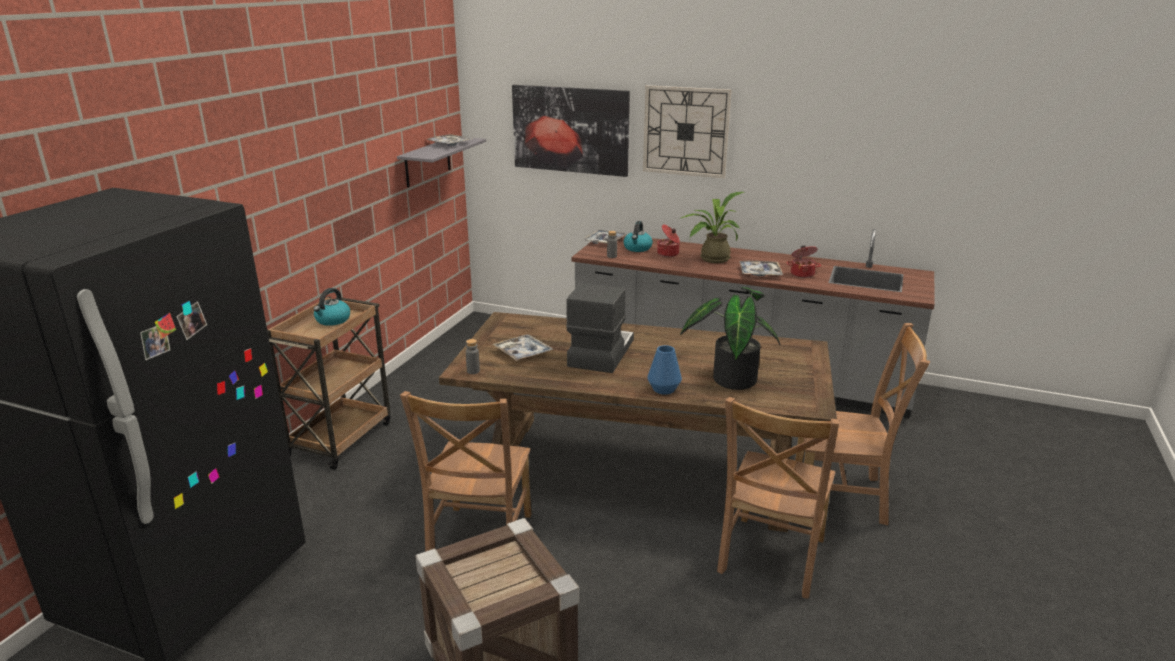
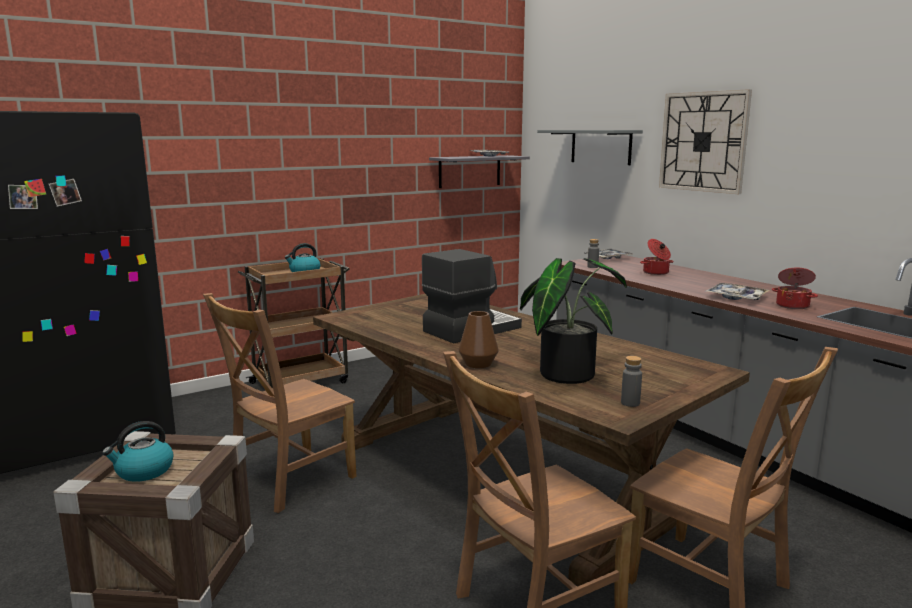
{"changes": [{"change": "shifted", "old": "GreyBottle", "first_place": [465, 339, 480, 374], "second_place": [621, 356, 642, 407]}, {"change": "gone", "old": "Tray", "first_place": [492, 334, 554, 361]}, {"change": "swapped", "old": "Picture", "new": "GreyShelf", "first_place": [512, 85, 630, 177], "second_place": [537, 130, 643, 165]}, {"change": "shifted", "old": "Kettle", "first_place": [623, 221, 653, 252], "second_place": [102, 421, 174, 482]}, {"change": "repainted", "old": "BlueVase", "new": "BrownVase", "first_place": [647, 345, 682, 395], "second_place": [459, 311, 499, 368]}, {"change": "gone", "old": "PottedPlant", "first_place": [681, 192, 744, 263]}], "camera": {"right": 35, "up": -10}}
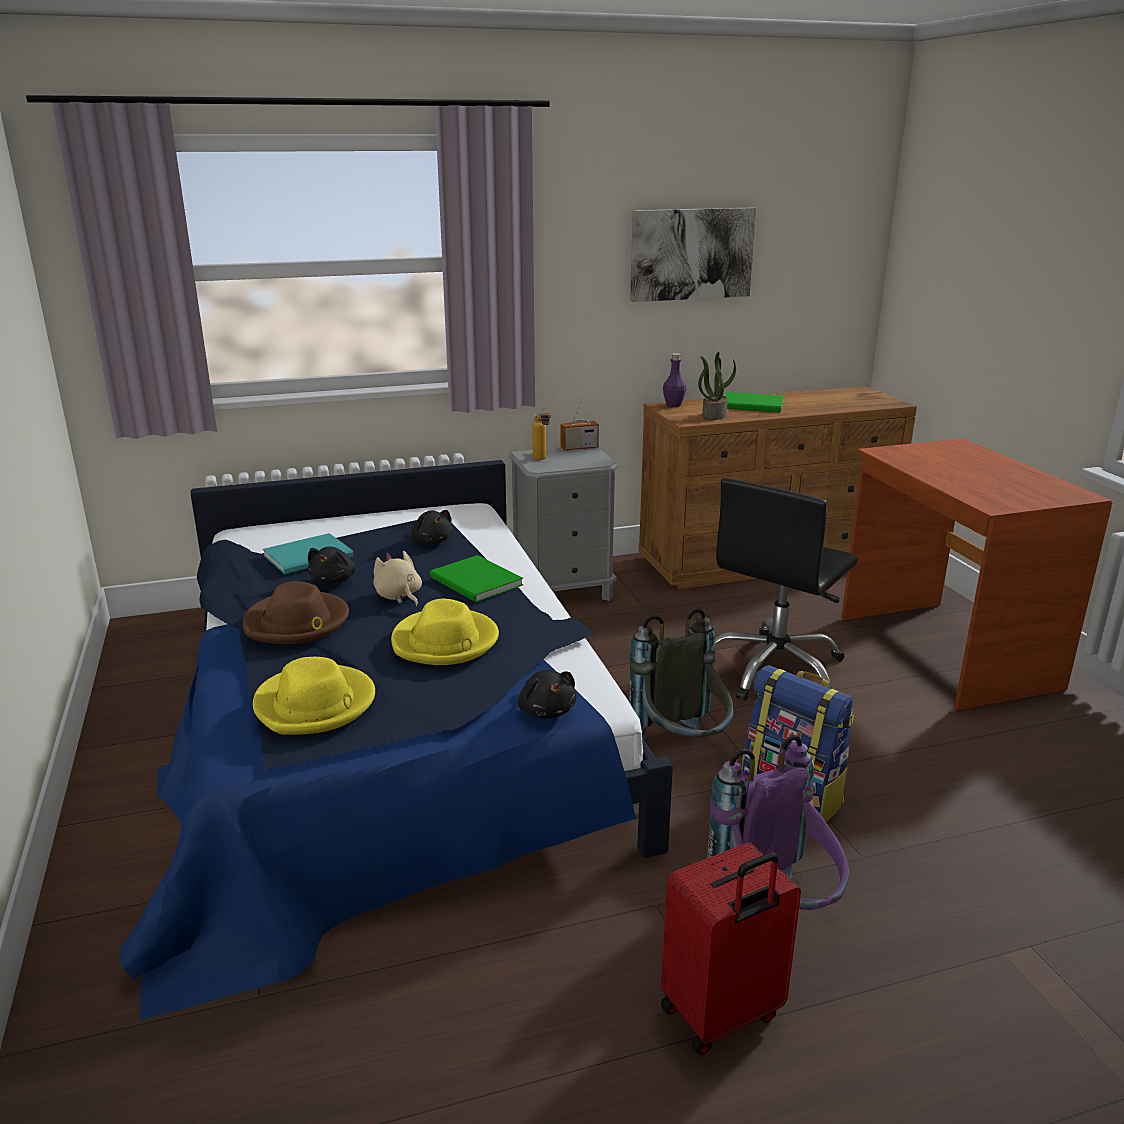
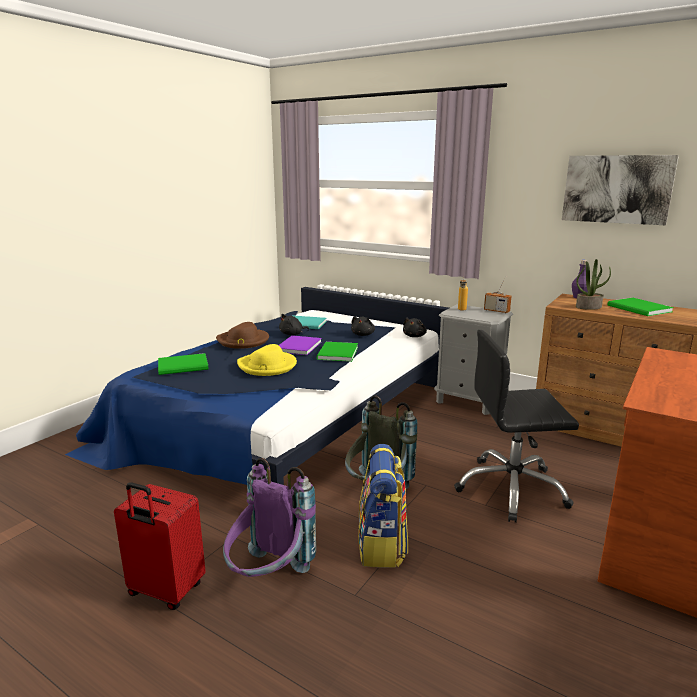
{"changes": [{"change": "swapped", "old": "YellowHat", "new": "GreenBook", "first_place": [253, 657, 375, 735], "second_place": [158, 353, 209, 375]}, {"change": "swapped", "old": "BeigePlushToy", "new": "PurpleBook", "first_place": [373, 551, 422, 607], "second_place": [279, 335, 322, 355]}, {"change": "shifted", "old": "BlackPlushToy", "first_place": [517, 670, 577, 718], "second_place": [403, 318, 427, 337]}], "camera": {"right": 50, "up": -5}}
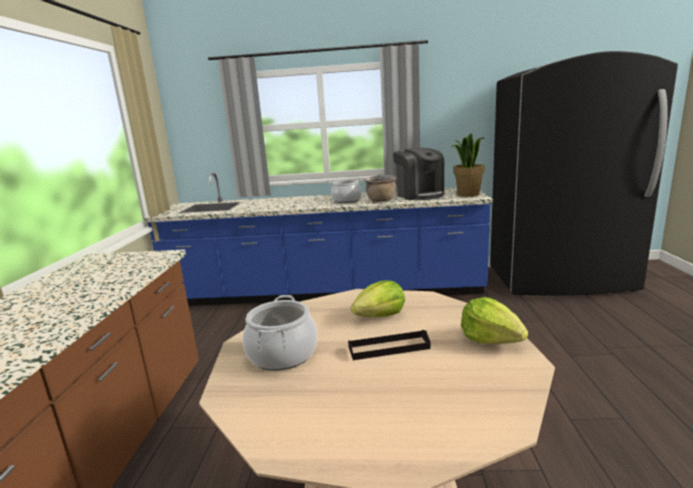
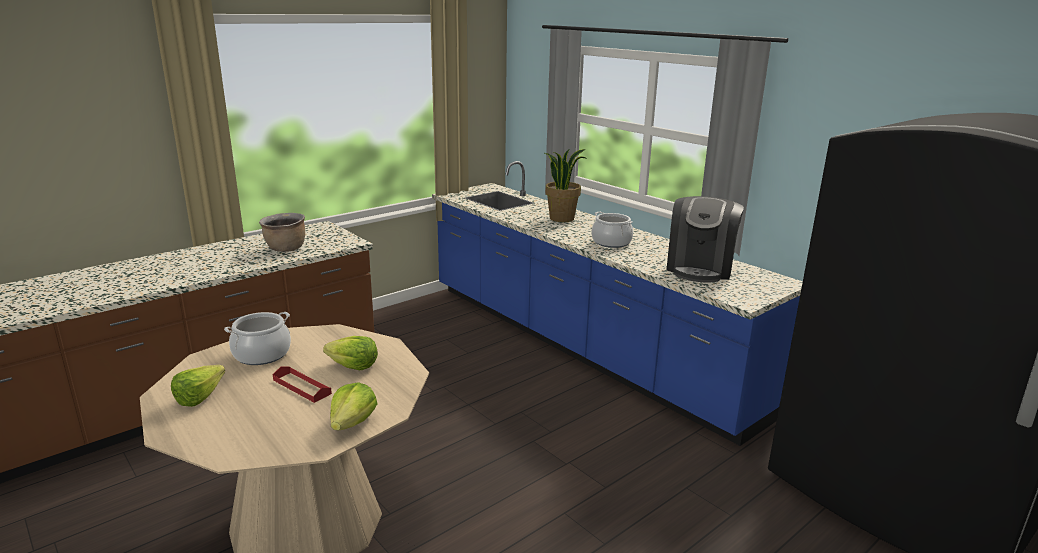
{"changes": [{"change": "repainted", "old": "BlackTray", "new": "RedTray", "first_place": [348, 330, 430, 360], "second_place": [273, 366, 332, 403]}, {"change": "shifted", "old": "BrownCookingPot", "first_place": [365, 175, 397, 202], "second_place": [259, 213, 305, 252]}, {"change": "shifted", "old": "PottedPlant", "first_place": [452, 134, 485, 197], "second_place": [545, 149, 588, 222]}, {"change": "new", "new": "Lettuce", "second_place": [171, 365, 225, 407]}], "camera": {"right": 45, "up": 5}}
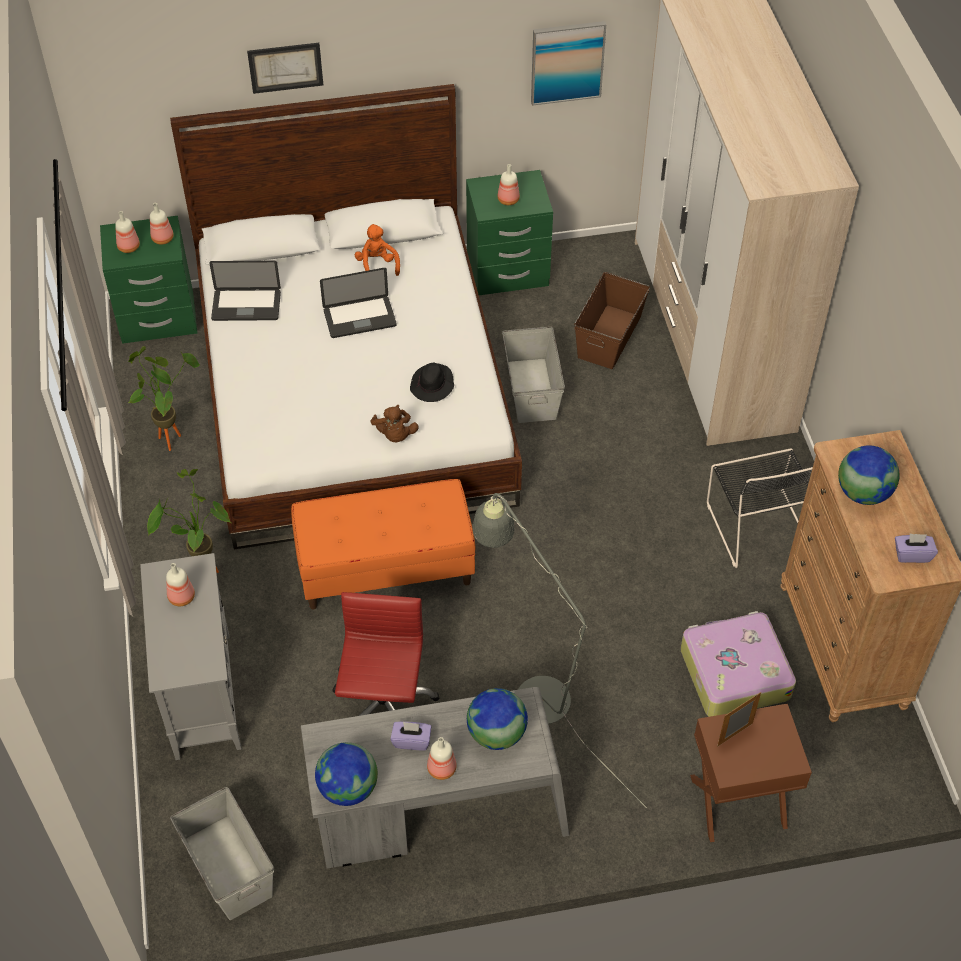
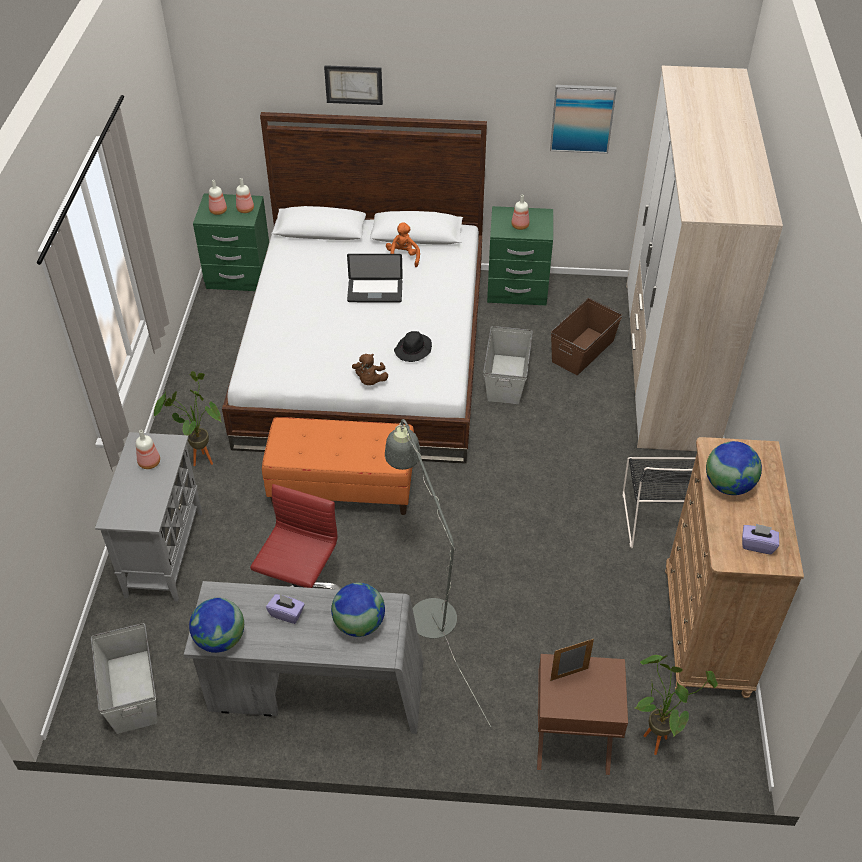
{"changes": [{"change": "shifted", "old": "PottedPlant", "first_place": [128, 346, 200, 451], "second_place": [635, 655, 718, 755]}, {"change": "gone", "old": "Laptop", "first_place": [209, 261, 281, 321]}, {"change": "gone", "old": "Bottle", "first_place": [427, 737, 457, 780]}, {"change": "gone", "old": "Suitcase", "first_place": [680, 611, 796, 717]}], "camera": {"right": 15, "up": -5}}
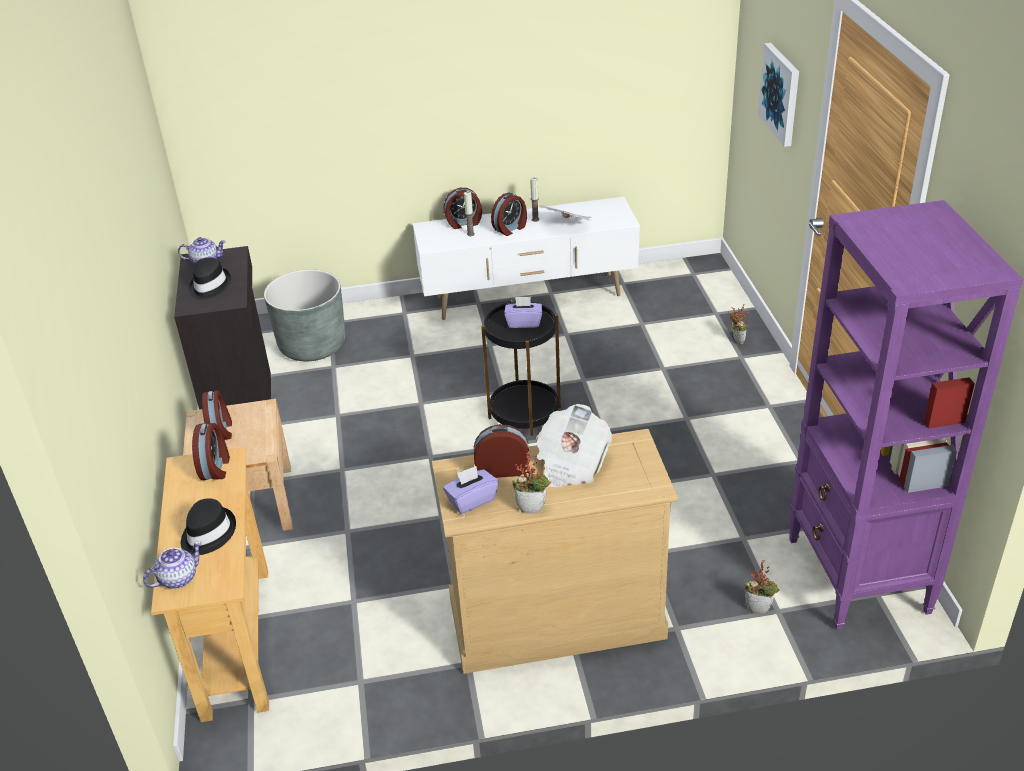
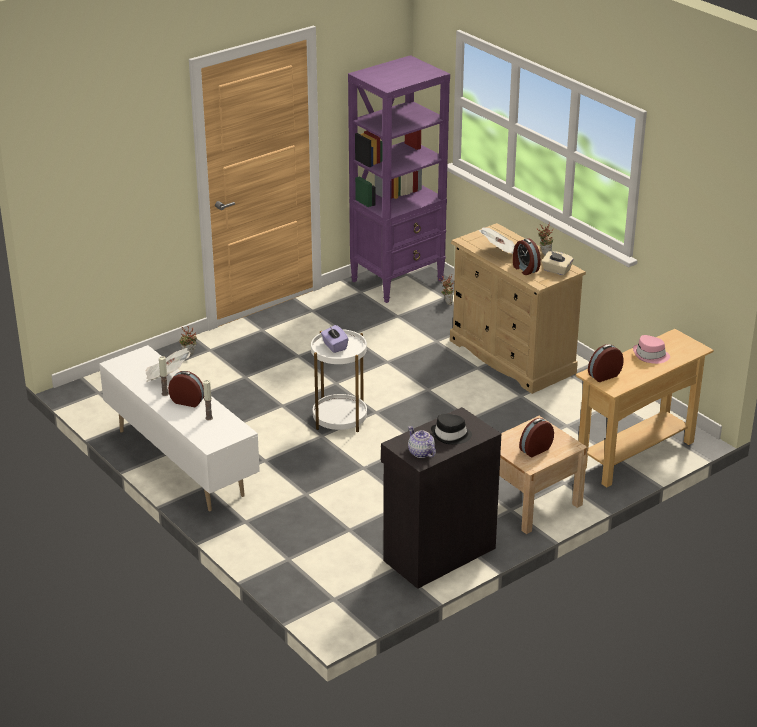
{"changes": [{"change": "gone", "old": "Teapot", "first_place": [143, 541, 202, 589]}, {"change": "repainted", "old": "BlackHat", "new": "PinkHat", "first_place": [181, 498, 236, 555], "second_place": [633, 335, 670, 364]}, {"change": "gone", "old": "GreyPlanter", "first_place": [264, 269, 345, 361]}, {"change": "gone", "old": "AlarmClock", "first_place": [443, 188, 482, 229]}, {"change": "repainted", "old": "PurpleTissueBox", "new": "BeigeTissueBox", "first_place": [443, 466, 498, 514], "second_place": [542, 251, 574, 276]}, {"change": "repainted", "old": "BlackSideTable", "new": "WhiteSideTable", "first_place": [481, 299, 561, 436], "second_place": [311, 329, 367, 433]}, {"change": "gone", "old": "Picture", "first_place": [758, 43, 799, 147]}], "camera": {"right": -120, "up": -5}}
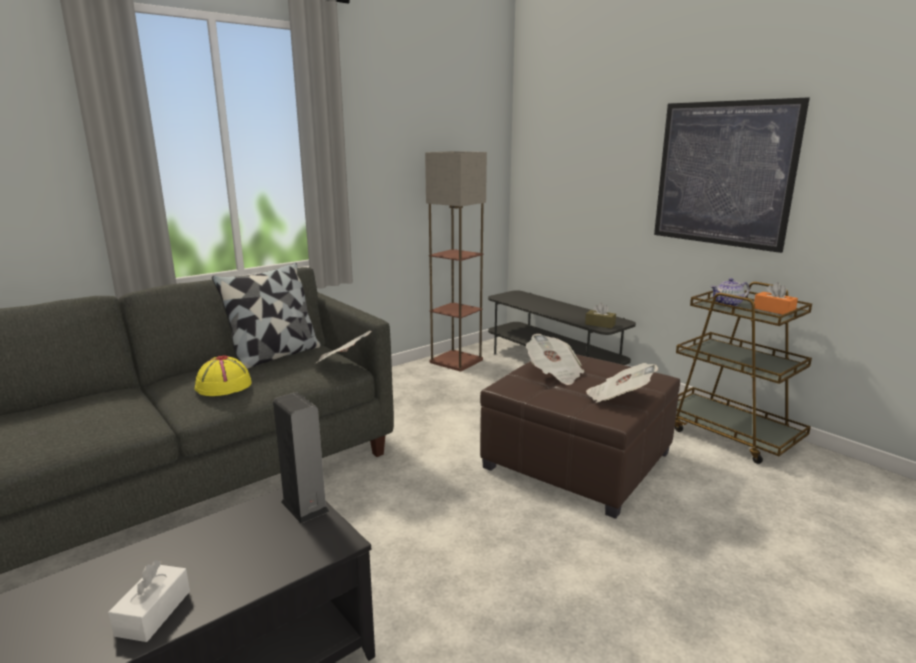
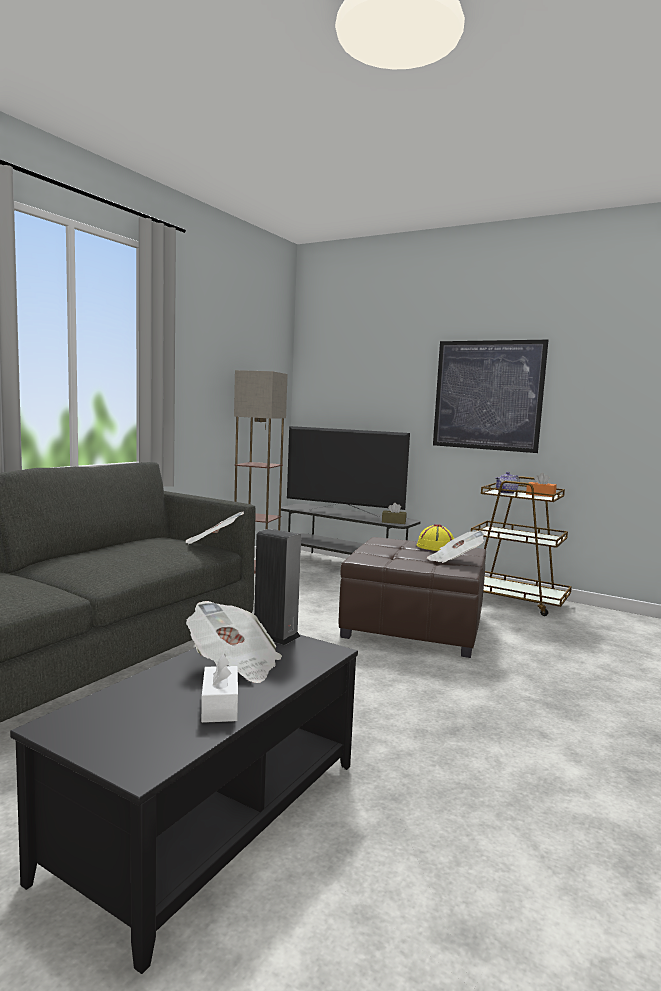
{"changes": [{"change": "shifted", "old": "YellowHat", "first_place": [195, 355, 252, 396], "second_place": [416, 524, 454, 551]}, {"change": "gone", "old": "Pillow", "first_place": [212, 263, 321, 369]}, {"change": "shifted", "old": "Newspaper", "first_place": [526, 334, 585, 385], "second_place": [186, 601, 282, 683]}, {"change": "new", "new": "Television", "second_place": [287, 426, 410, 517]}], "camera": {"right": -20, "up": -10}}
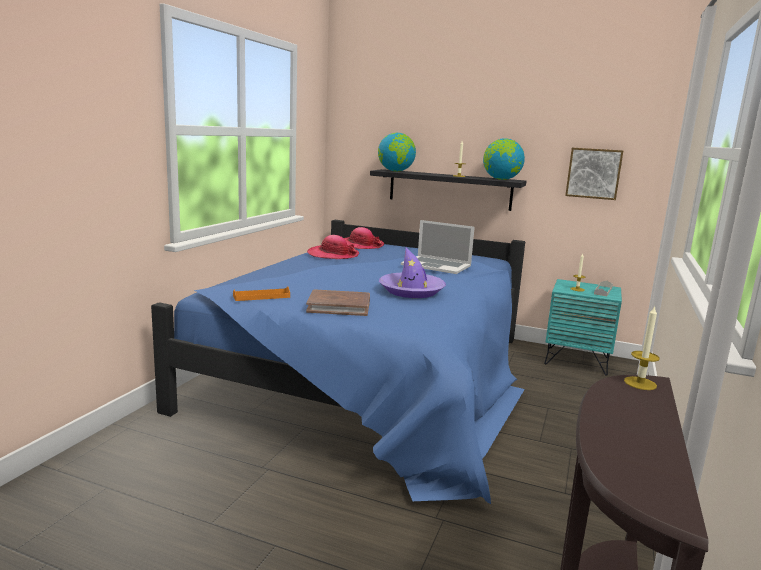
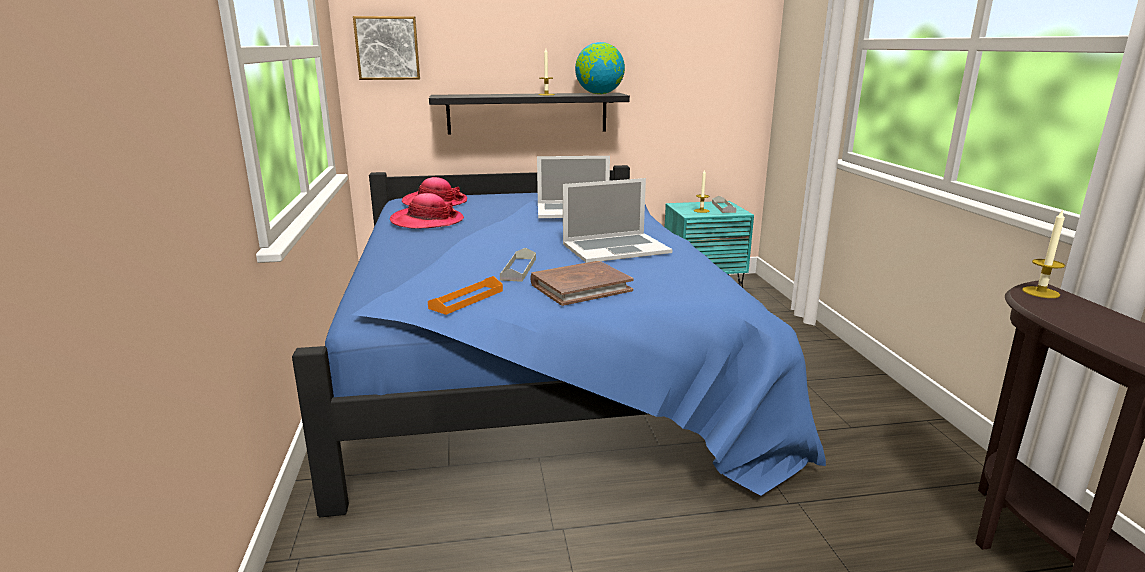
{"changes": [{"change": "gone", "old": "Globe", "first_place": [378, 133, 416, 172]}, {"change": "swapped", "old": "PurpleHat", "new": "Laptop", "first_place": [379, 248, 446, 298], "second_place": [563, 178, 672, 263]}, {"change": "shifted", "old": "Picture", "first_place": [565, 148, 623, 200], "second_place": [353, 16, 420, 80]}, {"change": "new", "new": "GreyTray", "second_place": [500, 248, 536, 282]}], "camera": {"right": -30, "up": 5}}
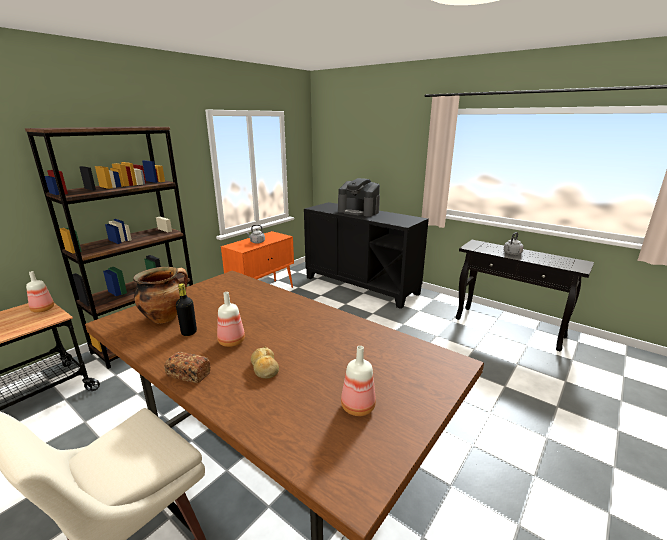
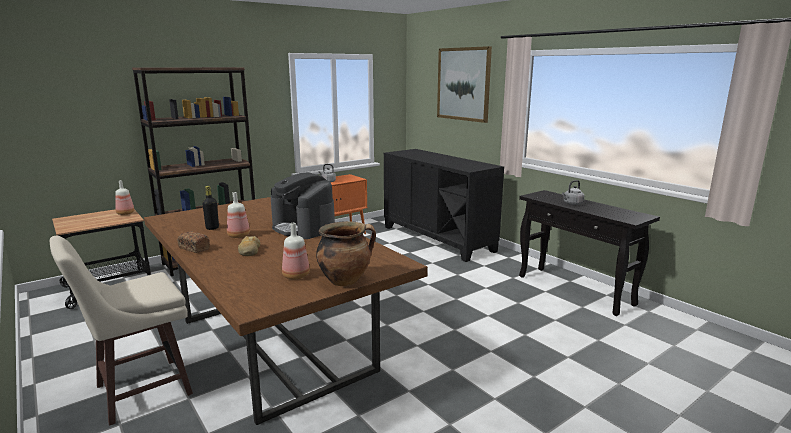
{"changes": [{"change": "shifted", "old": "CookingPot", "first_place": [133, 267, 188, 323], "second_place": [316, 221, 376, 286]}, {"change": "shifted", "old": "CoffeeMachine", "first_place": [338, 178, 380, 216], "second_place": [271, 172, 335, 239]}, {"change": "new", "new": "Picture", "second_place": [437, 46, 492, 123]}], "camera": {"right": 15, "up": -5}}
